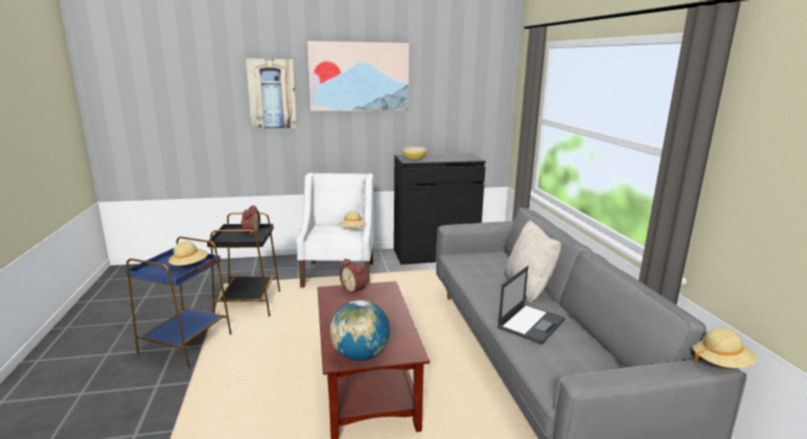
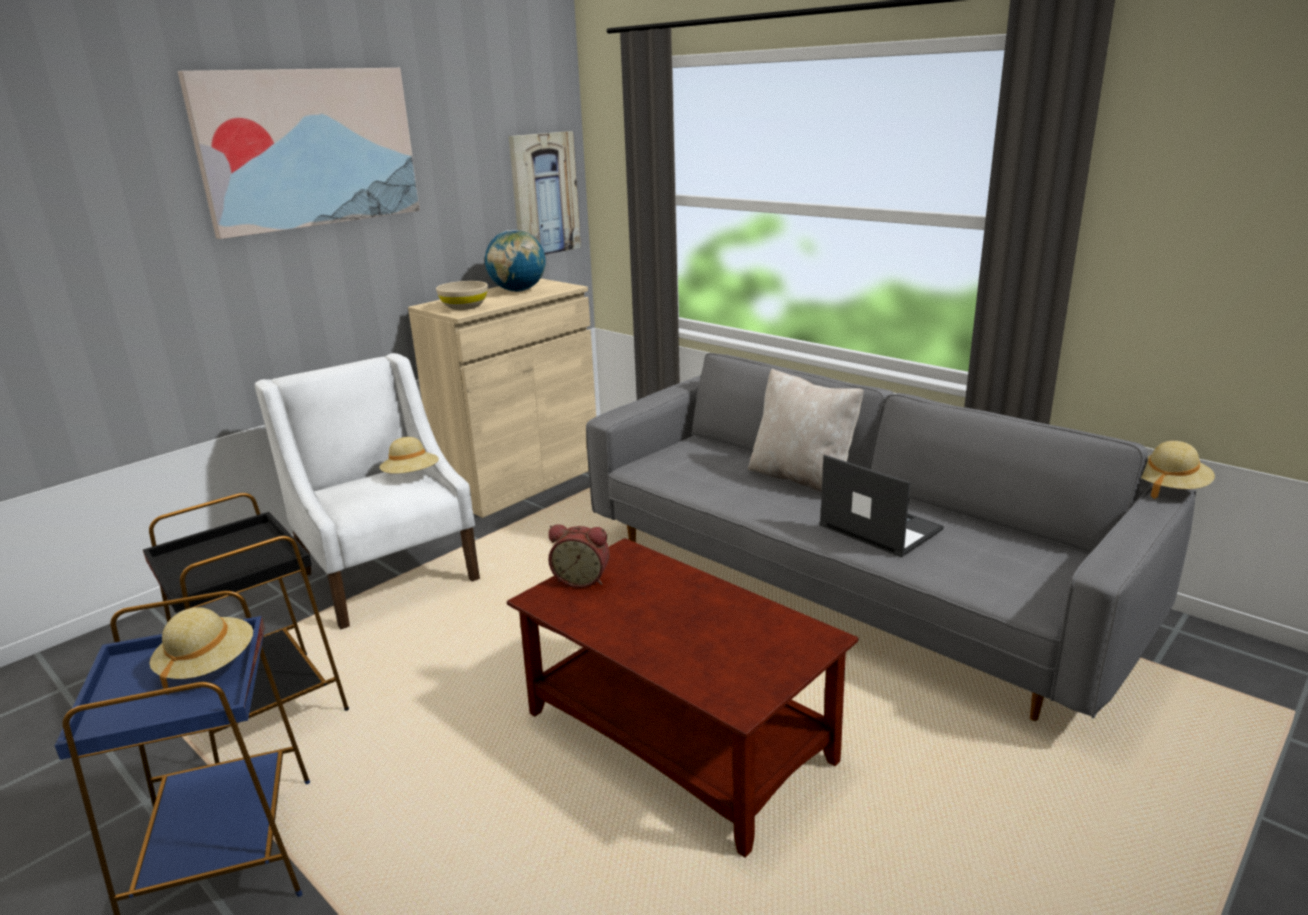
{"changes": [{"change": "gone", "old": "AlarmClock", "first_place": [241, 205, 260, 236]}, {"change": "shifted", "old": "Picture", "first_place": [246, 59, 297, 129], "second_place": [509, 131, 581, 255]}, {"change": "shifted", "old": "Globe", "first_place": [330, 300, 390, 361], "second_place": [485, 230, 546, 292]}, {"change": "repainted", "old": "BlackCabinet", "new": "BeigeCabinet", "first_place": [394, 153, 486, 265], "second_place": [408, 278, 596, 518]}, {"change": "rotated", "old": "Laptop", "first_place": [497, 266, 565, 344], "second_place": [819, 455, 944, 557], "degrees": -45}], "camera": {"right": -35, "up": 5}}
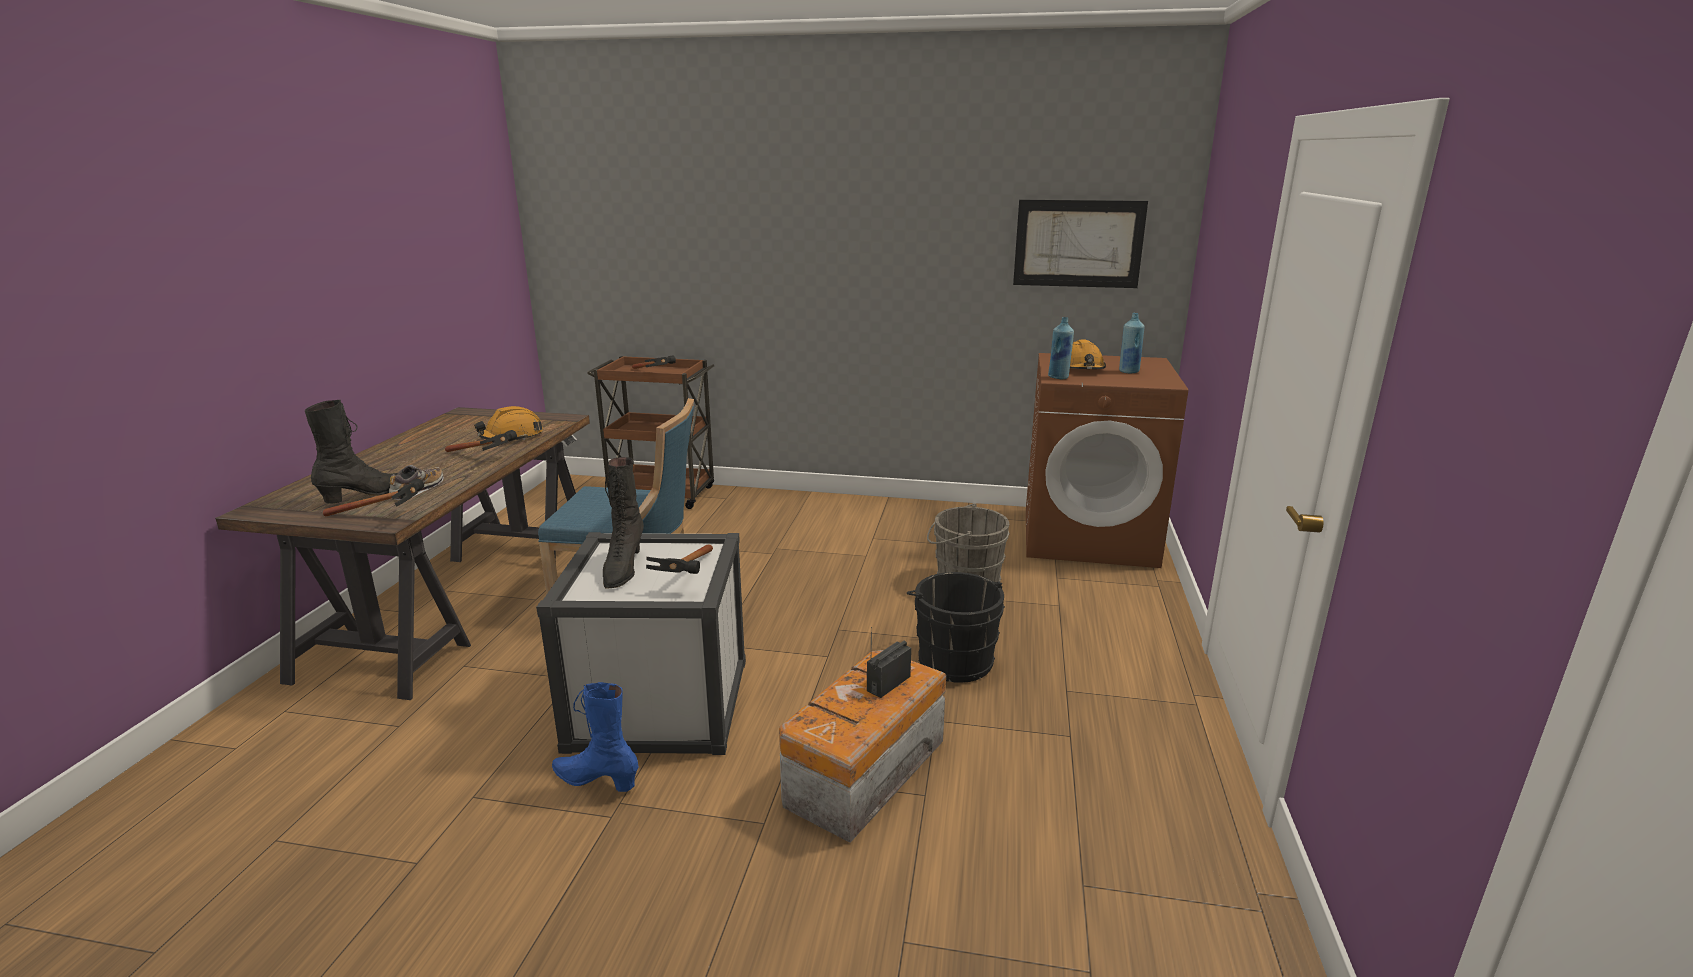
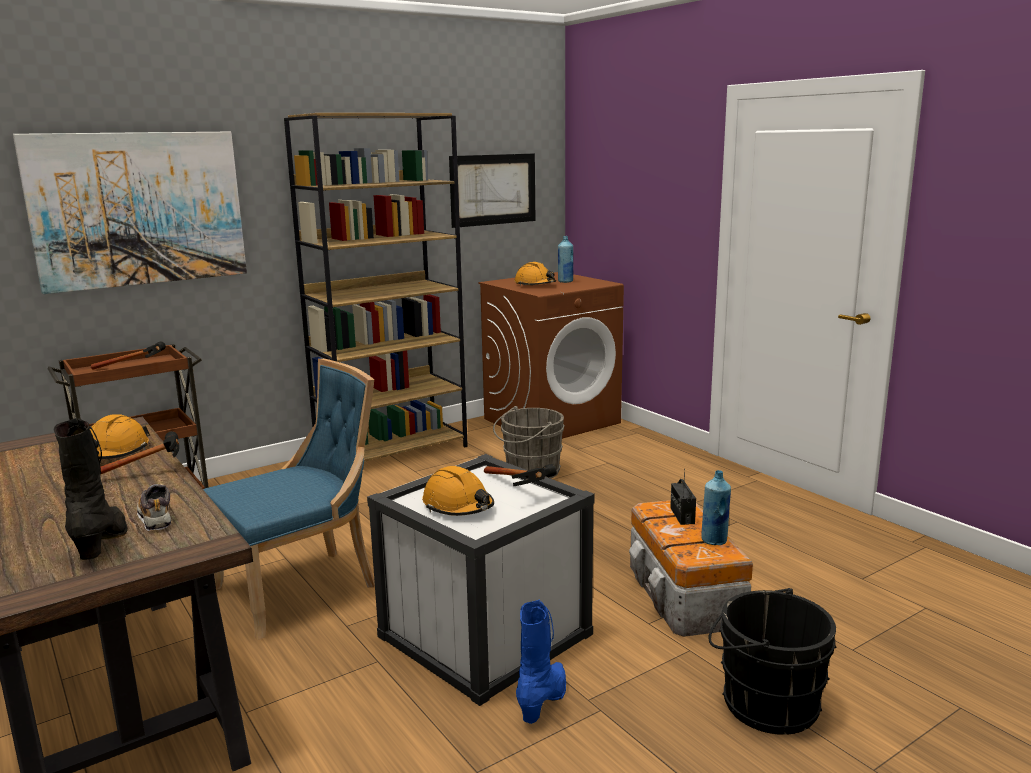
{"changes": [{"change": "gone", "old": "Hammer", "first_place": [323, 479, 424, 516]}, {"change": "rotated", "old": "BlueBoot", "first_place": [552, 682, 638, 792], "second_place": [516, 600, 566, 724], "degrees": 135}, {"change": "swapped", "old": "BlackBoot", "new": "OrangeHardHat", "first_place": [603, 457, 644, 589], "second_place": [422, 466, 494, 516]}, {"change": "shifted", "old": "BlackBucket", "first_place": [907, 572, 1005, 683], "second_place": [708, 588, 836, 735]}, {"change": "shifted", "old": "BlueBottle", "first_place": [1048, 317, 1074, 379], "second_place": [701, 470, 731, 545]}, {"change": "new", "new": "Picture", "second_place": [13, 132, 247, 294]}, {"change": "new", "new": "BrownBookcase", "second_place": [284, 113, 468, 462]}], "camera": {"right": -45, "up": -5}}
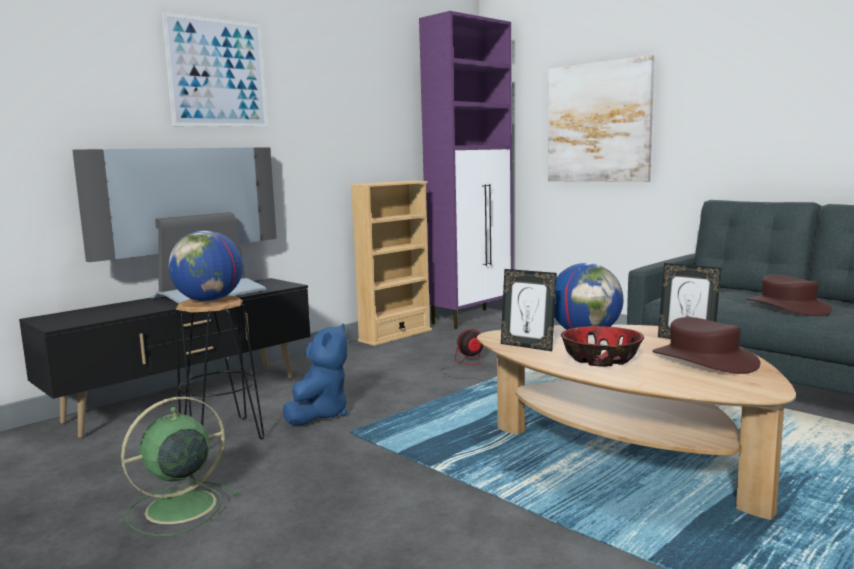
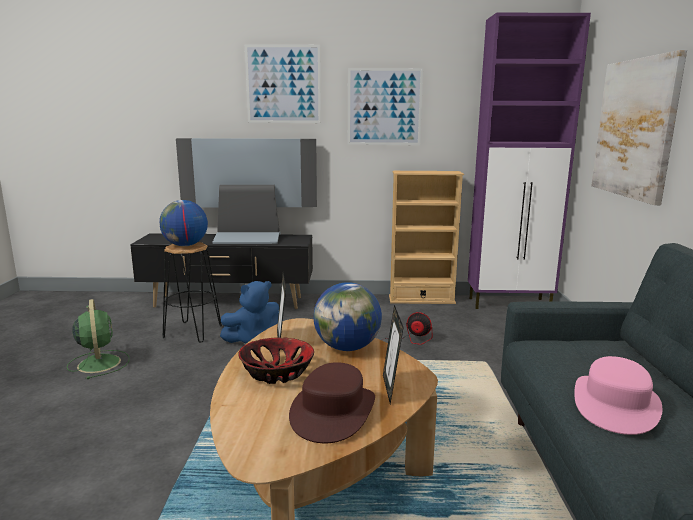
{"changes": [{"change": "rotated", "old": "GreenFan", "first_place": [121, 397, 238, 536], "second_place": [67, 299, 130, 379], "degrees": 60}, {"change": "repainted", "old": "BrownHat", "new": "PinkHat", "first_place": [746, 274, 832, 316], "second_place": [574, 356, 662, 435]}, {"change": "new", "new": "Picture", "second_place": [348, 68, 423, 145]}], "camera": {"right": 45, "up": 5}}
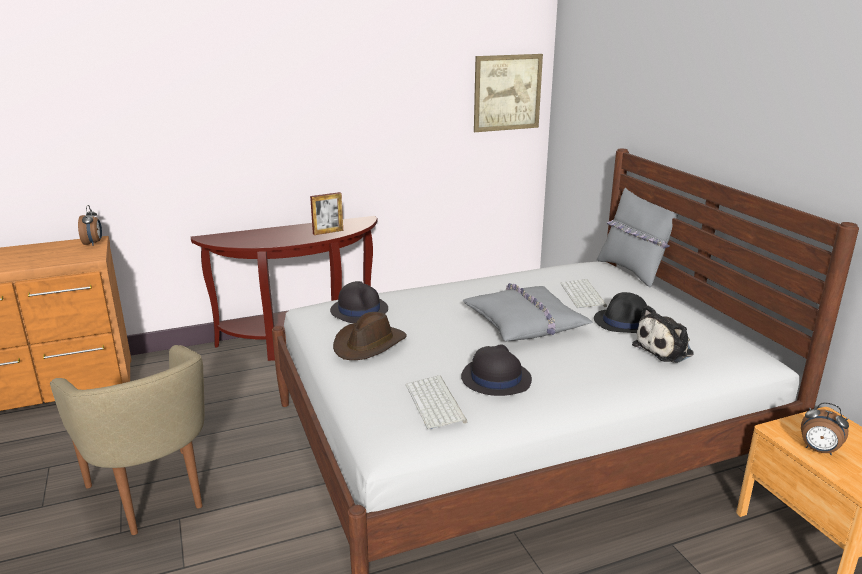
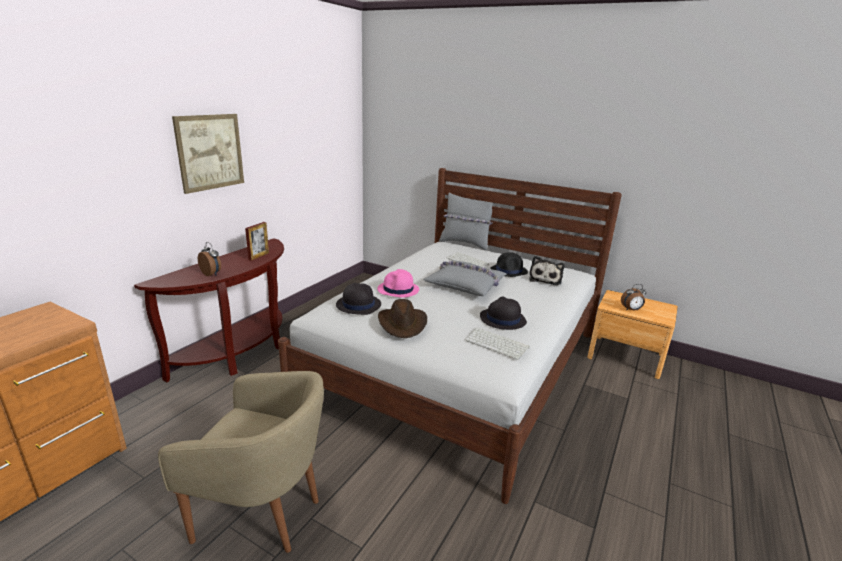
{"changes": [{"change": "shifted", "old": "AlarmClock", "first_place": [78, 205, 102, 246], "second_place": [198, 242, 221, 276]}, {"change": "shifted", "old": "Picture", "first_place": [474, 54, 543, 132], "second_place": [172, 114, 244, 194]}, {"change": "new", "new": "PinkHat", "second_place": [377, 269, 419, 298]}], "camera": {"right": -40, "up": 0}}
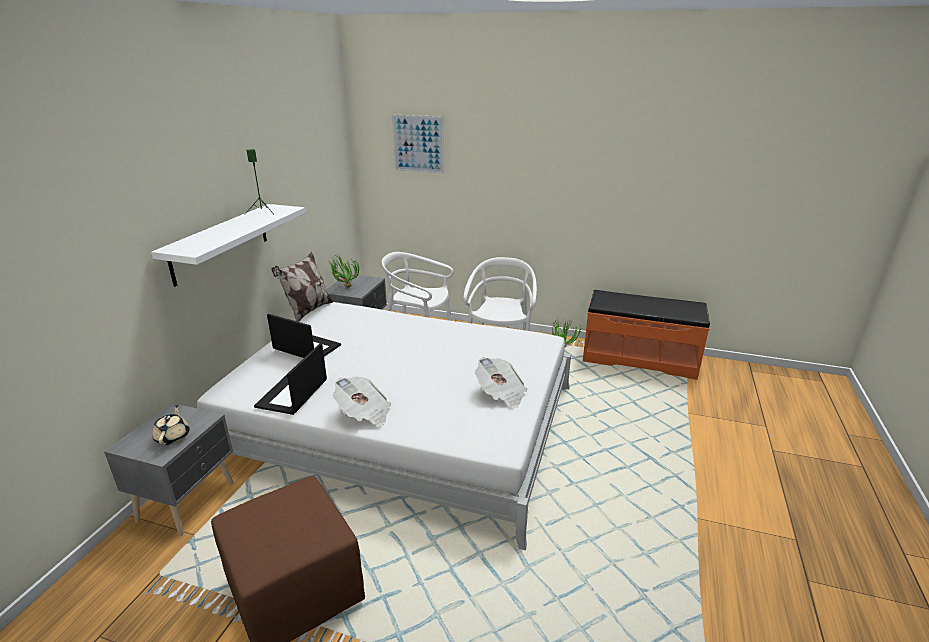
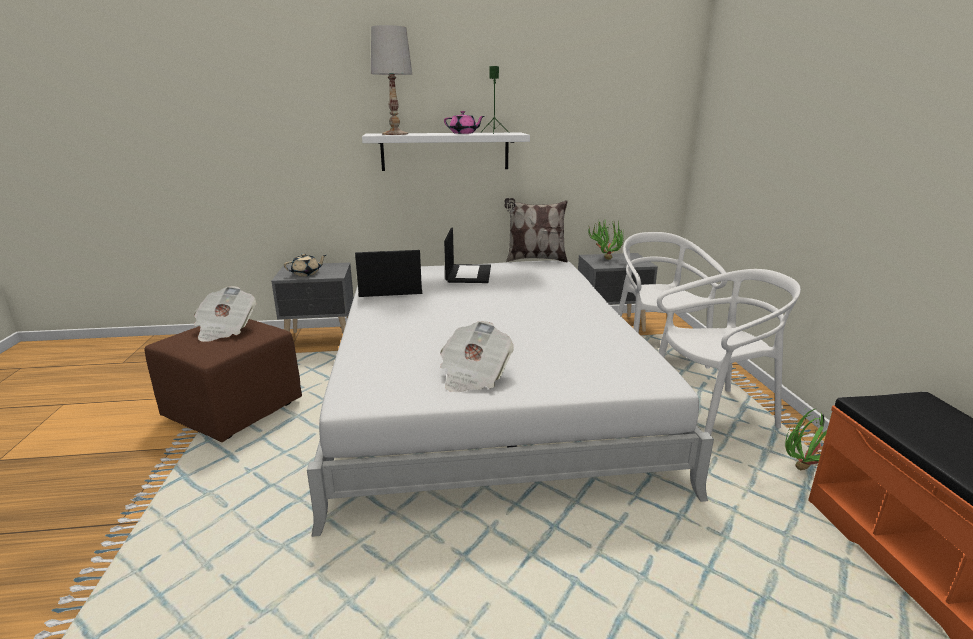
{"changes": [{"change": "shifted", "old": "Newspaper", "first_place": [333, 377, 391, 426], "second_place": [194, 286, 256, 342]}, {"change": "gone", "old": "Picture", "first_place": [392, 114, 445, 174]}, {"change": "new", "new": "WhiteTableLamp", "second_place": [371, 25, 412, 135]}, {"change": "new", "new": "PinkTeapot", "second_place": [444, 111, 484, 134]}], "camera": {"right": 65, "up": -5}}
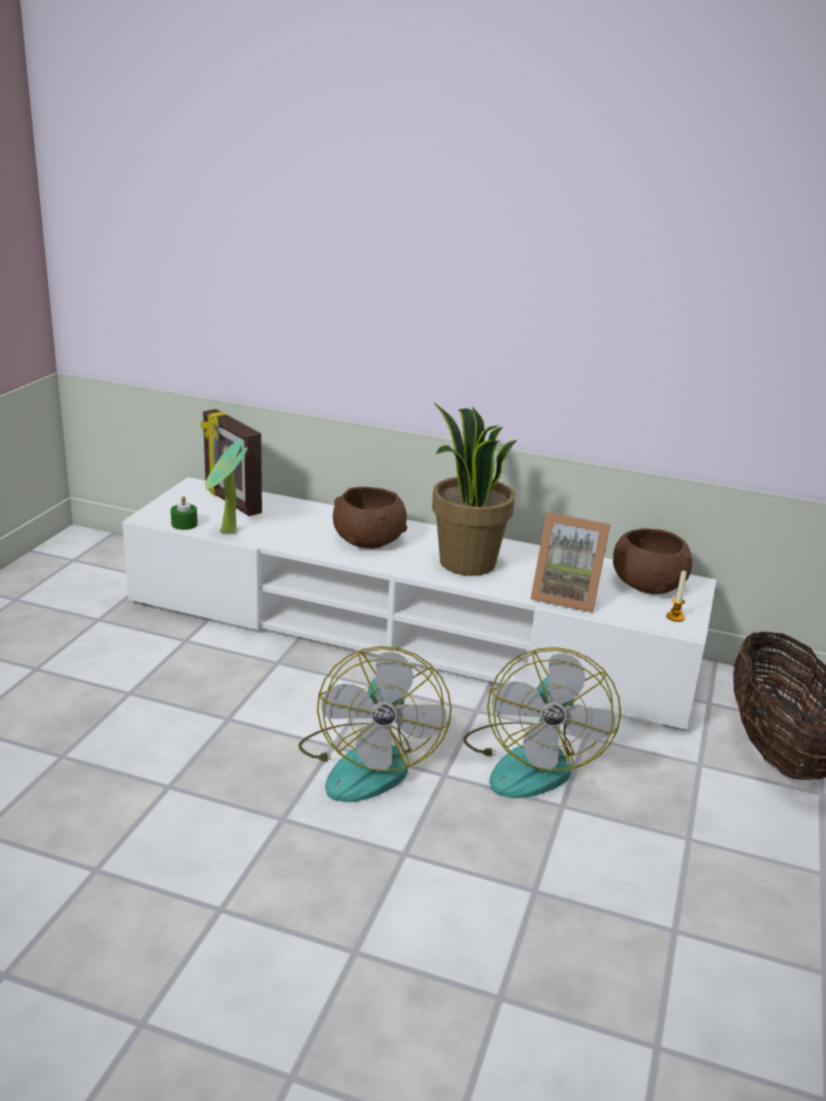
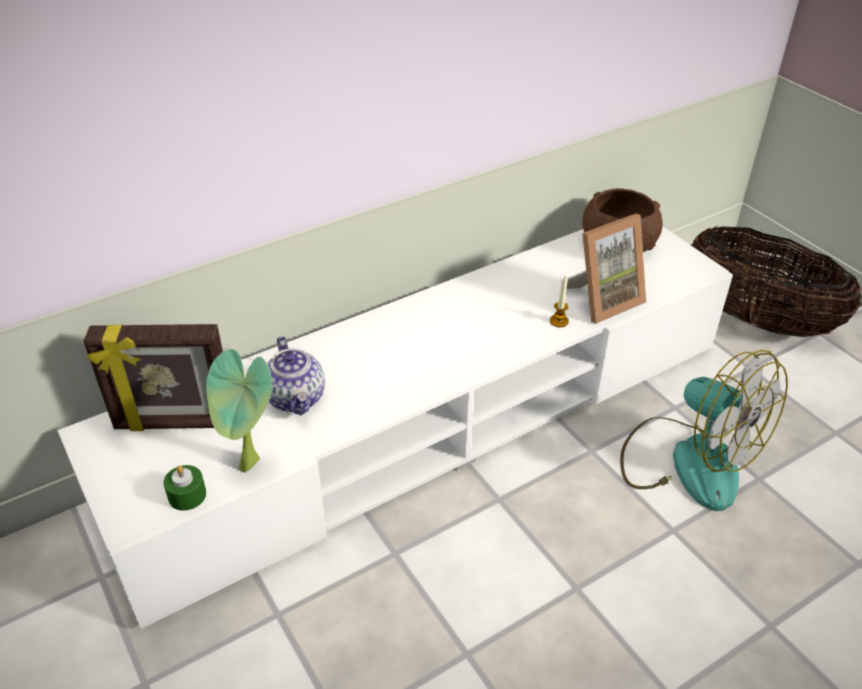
{"changes": [{"change": "gone", "old": "Fan", "first_place": [298, 646, 452, 802]}, {"change": "gone", "old": "BrownBowl", "first_place": [333, 487, 407, 549]}, {"change": "gone", "old": "PottedPlant", "first_place": [432, 403, 517, 576]}, {"change": "shifted", "old": "Candle", "first_place": [666, 569, 687, 622], "second_place": [550, 277, 569, 327]}, {"change": "new", "new": "Teapot", "second_place": [267, 336, 325, 415]}], "camera": {"right": -50, "up": 15}}
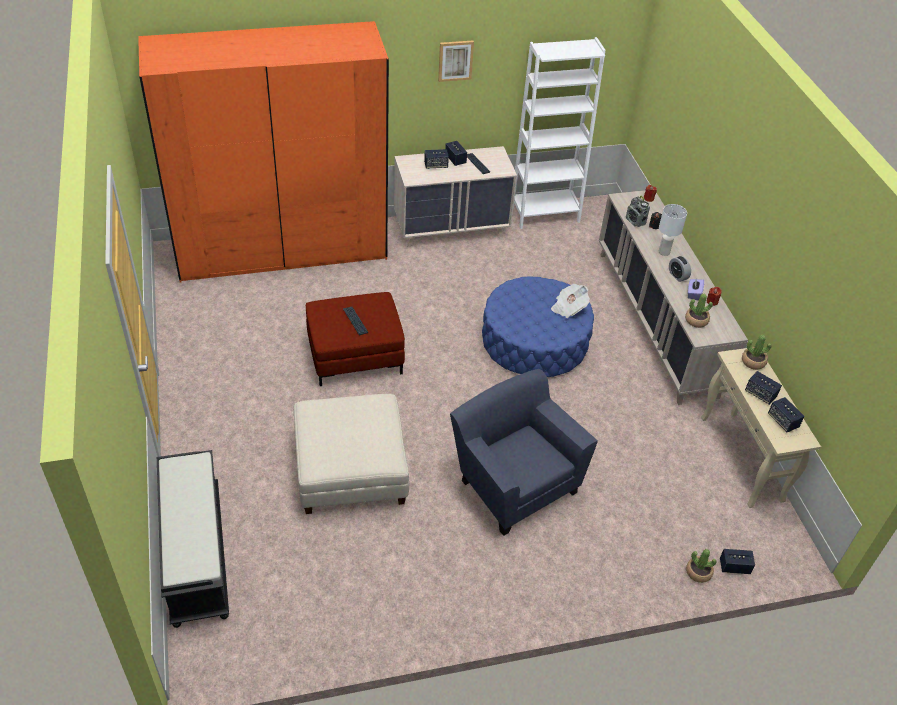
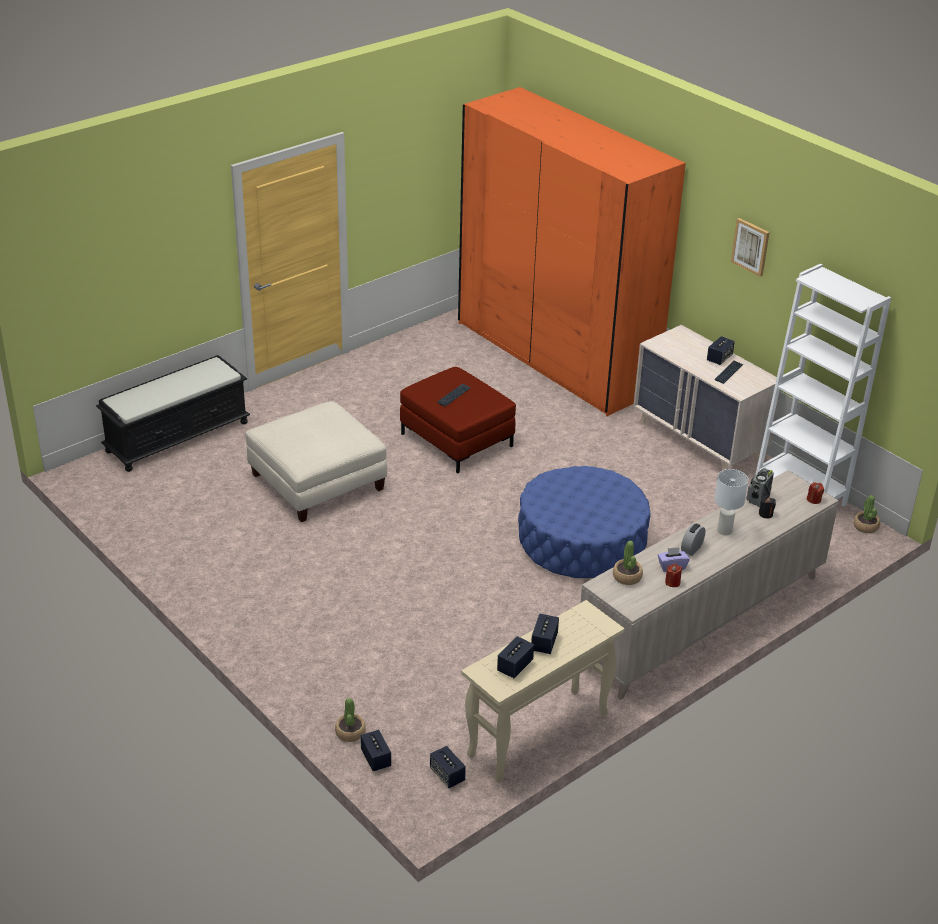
{"changes": [{"change": "shifted", "old": "Speaker", "first_place": [424, 149, 449, 169], "second_place": [430, 746, 466, 788]}, {"change": "gone", "old": "BlueArmchair", "first_place": [450, 369, 598, 536]}, {"change": "gone", "old": "Newspaper", "first_place": [551, 284, 590, 318]}, {"change": "shifted", "old": "PottedPlant", "first_place": [742, 335, 772, 370], "second_place": [854, 495, 880, 533]}], "camera": {"right": 65, "up": -10}}
